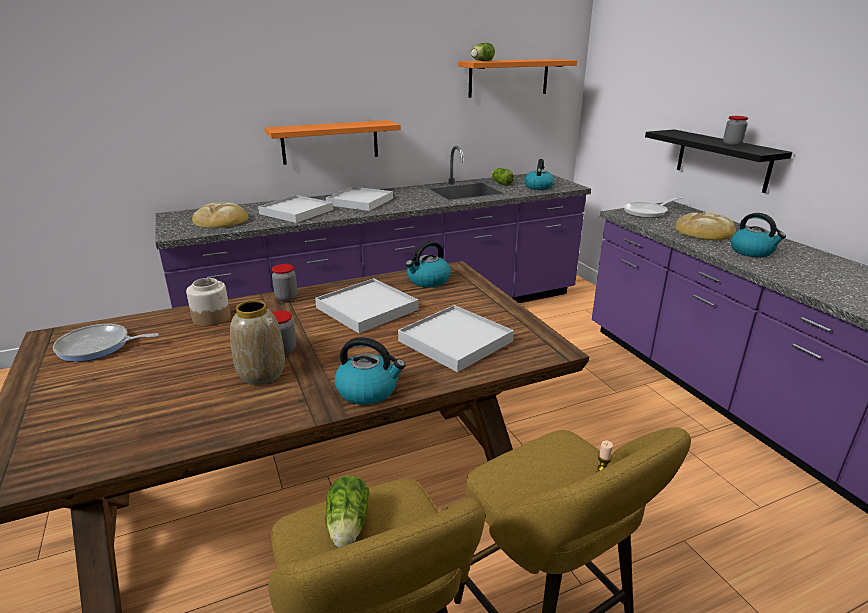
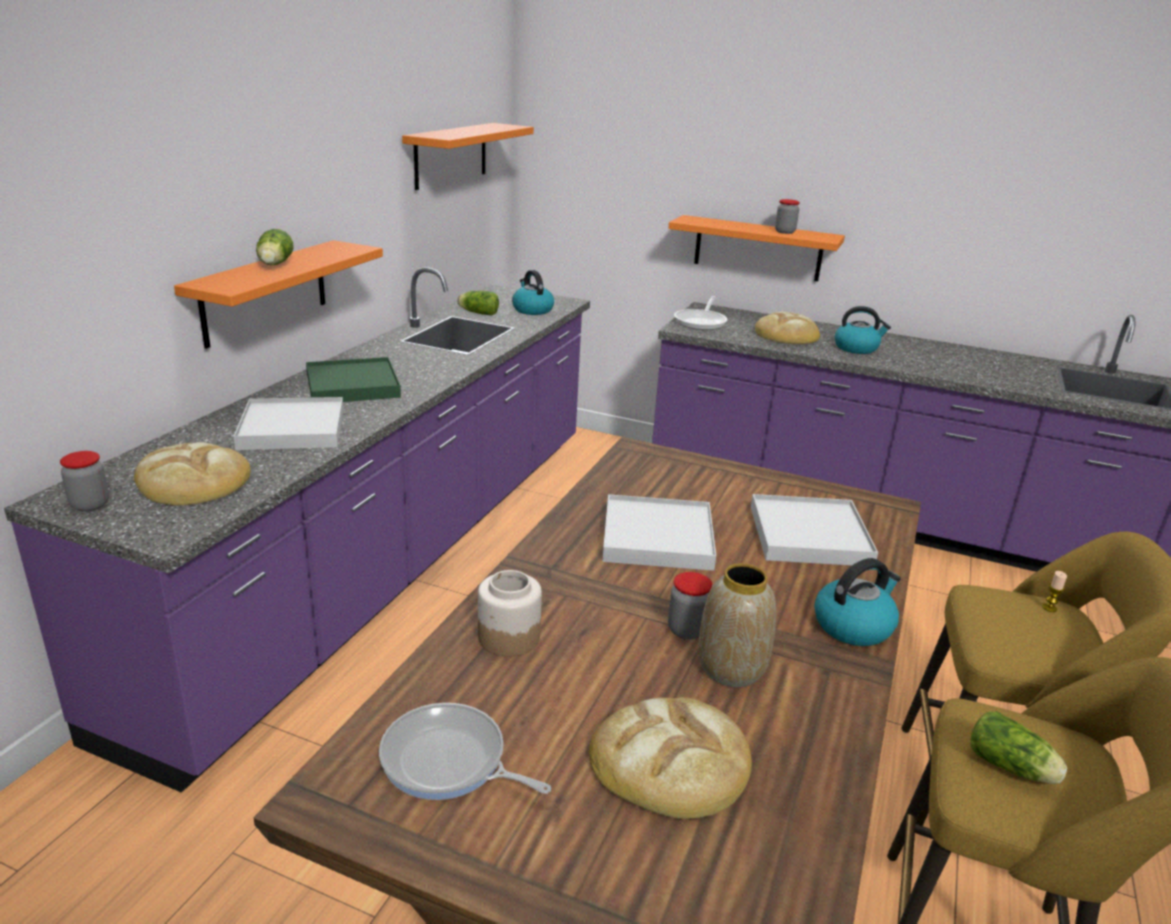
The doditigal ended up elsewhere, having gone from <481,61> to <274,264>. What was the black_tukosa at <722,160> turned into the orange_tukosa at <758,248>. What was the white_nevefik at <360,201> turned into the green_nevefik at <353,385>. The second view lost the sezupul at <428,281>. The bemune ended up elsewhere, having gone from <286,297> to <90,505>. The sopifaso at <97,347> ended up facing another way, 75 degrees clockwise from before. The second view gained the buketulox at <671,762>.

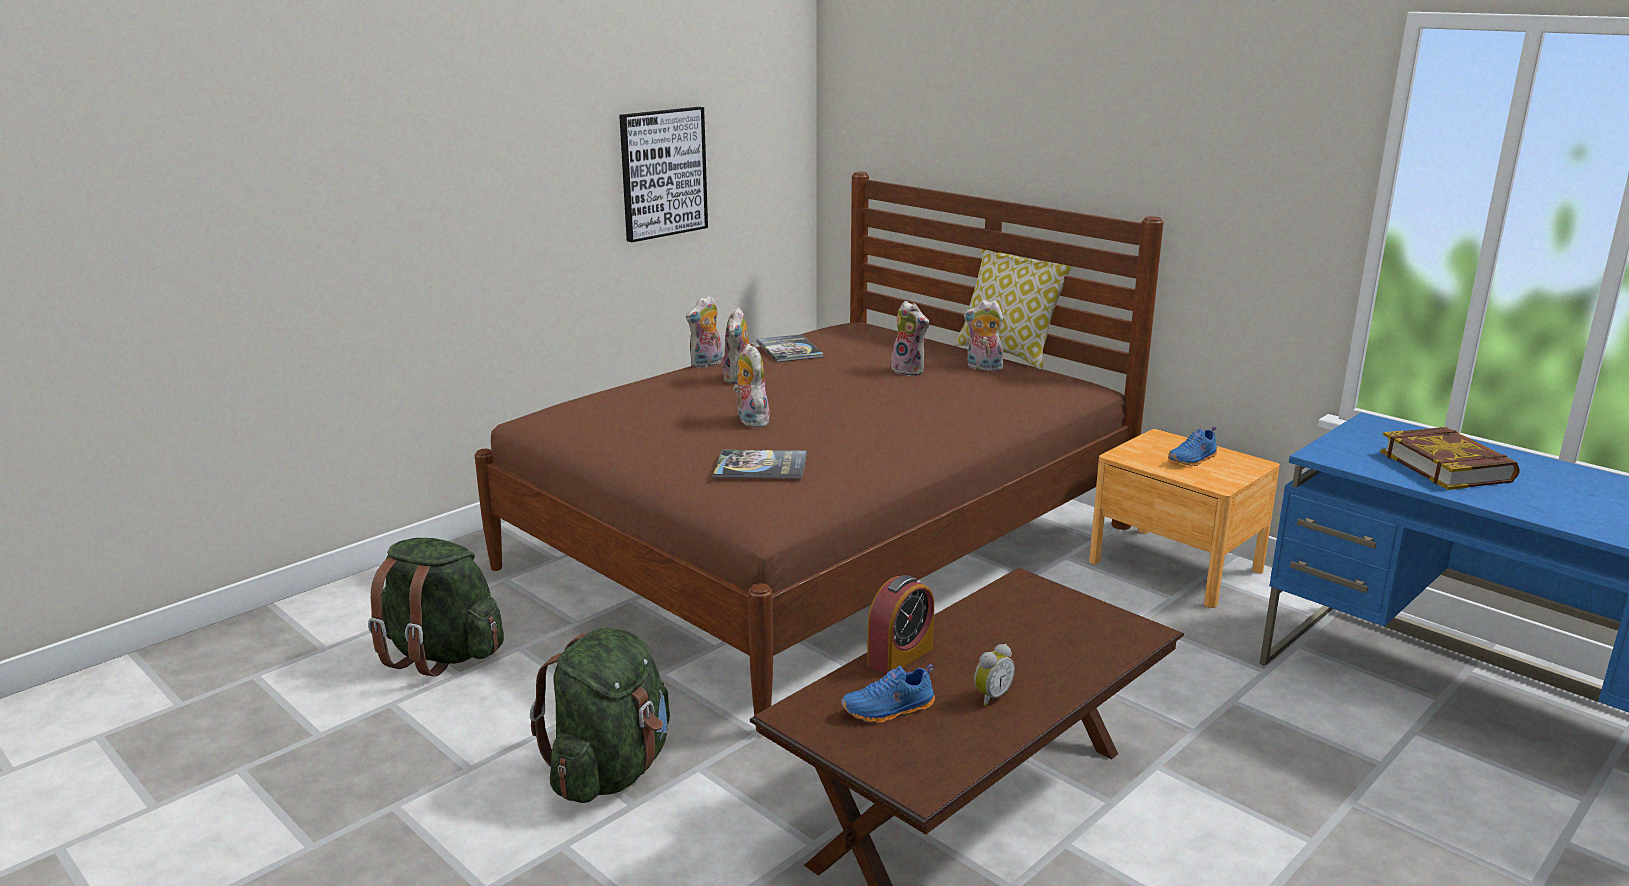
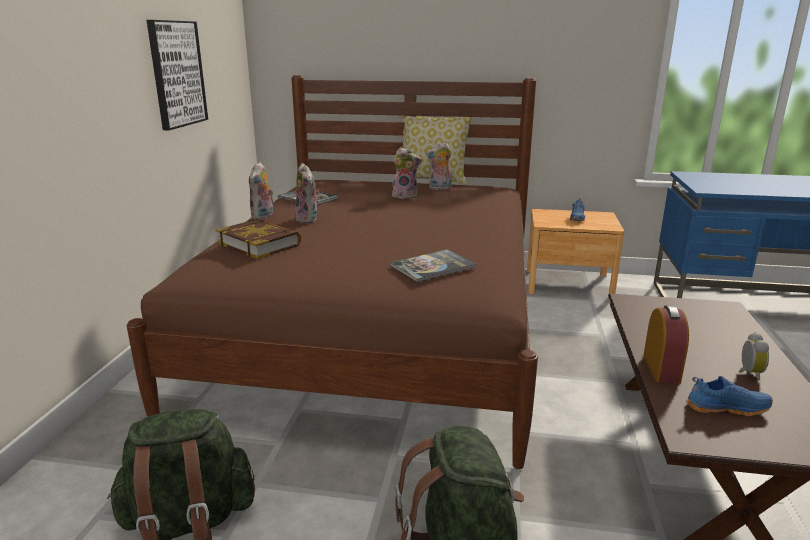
The second view lost the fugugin at <750,421>. The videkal ended up elsewhere, having gone from <1446,466> to <259,244>. The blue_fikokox at <889,710> ended up facing another way, 120 degrees counterclockwise from before.

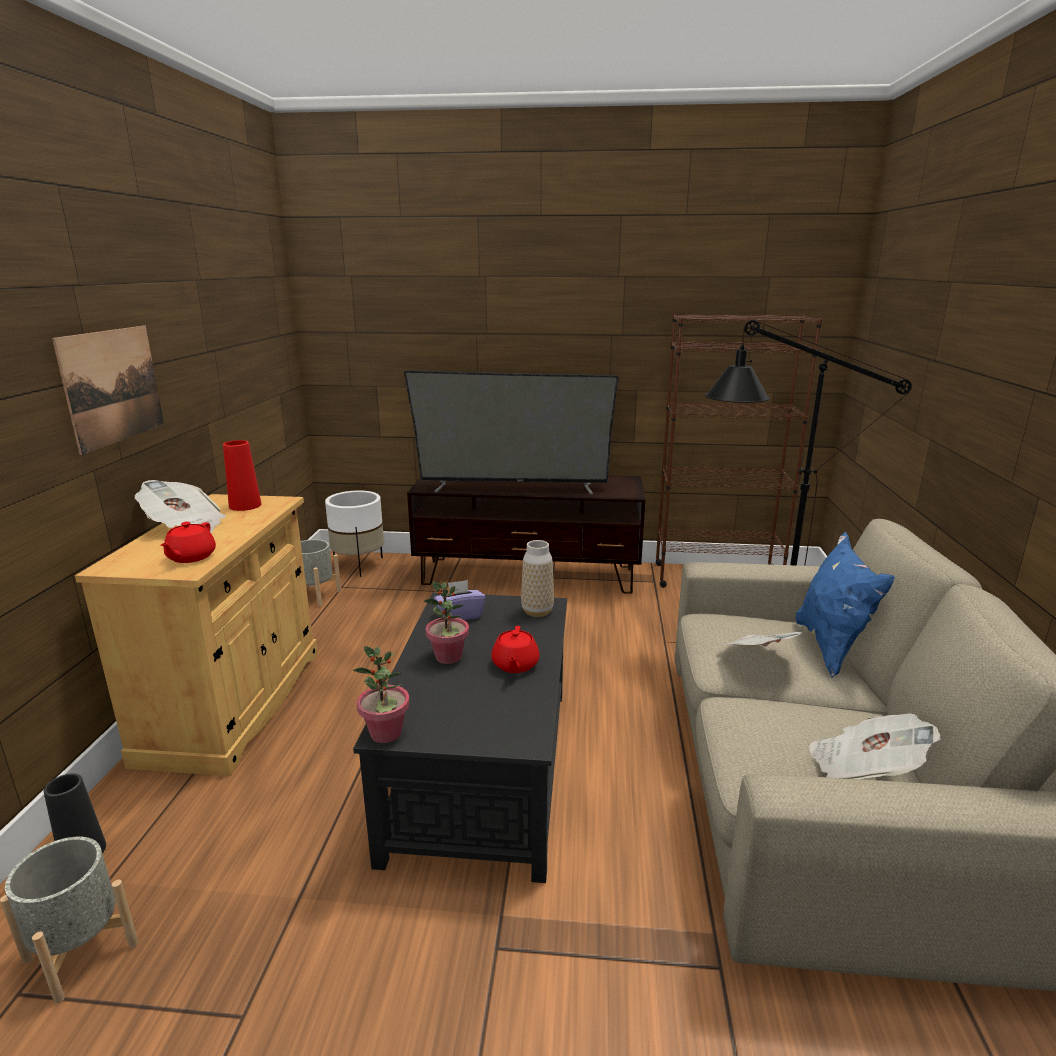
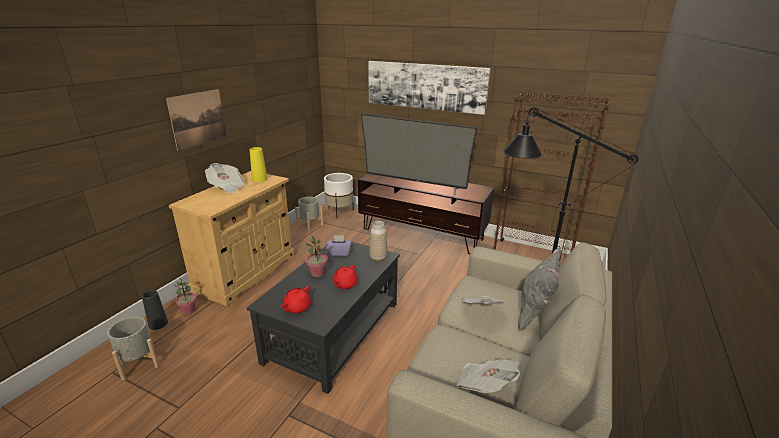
What was the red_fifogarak at <245,505> turned into the yellow_fifogarak at <259,179>. The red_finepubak ended up elsewhere, having gone from <190,557> to <297,307>. What was the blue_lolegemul at <830,647> turned into the grey_lolegemul at <535,313>. The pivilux ended up elsewhere, having gone from <386,733> to <188,310>. The second view gained the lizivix at <425,86>.

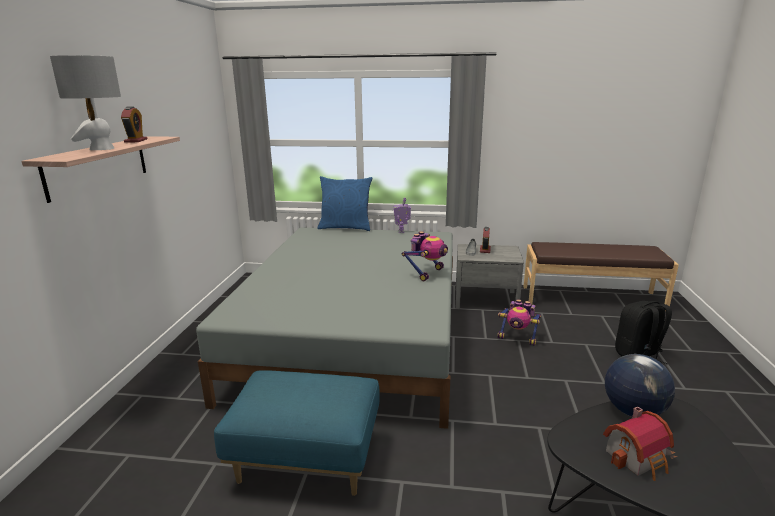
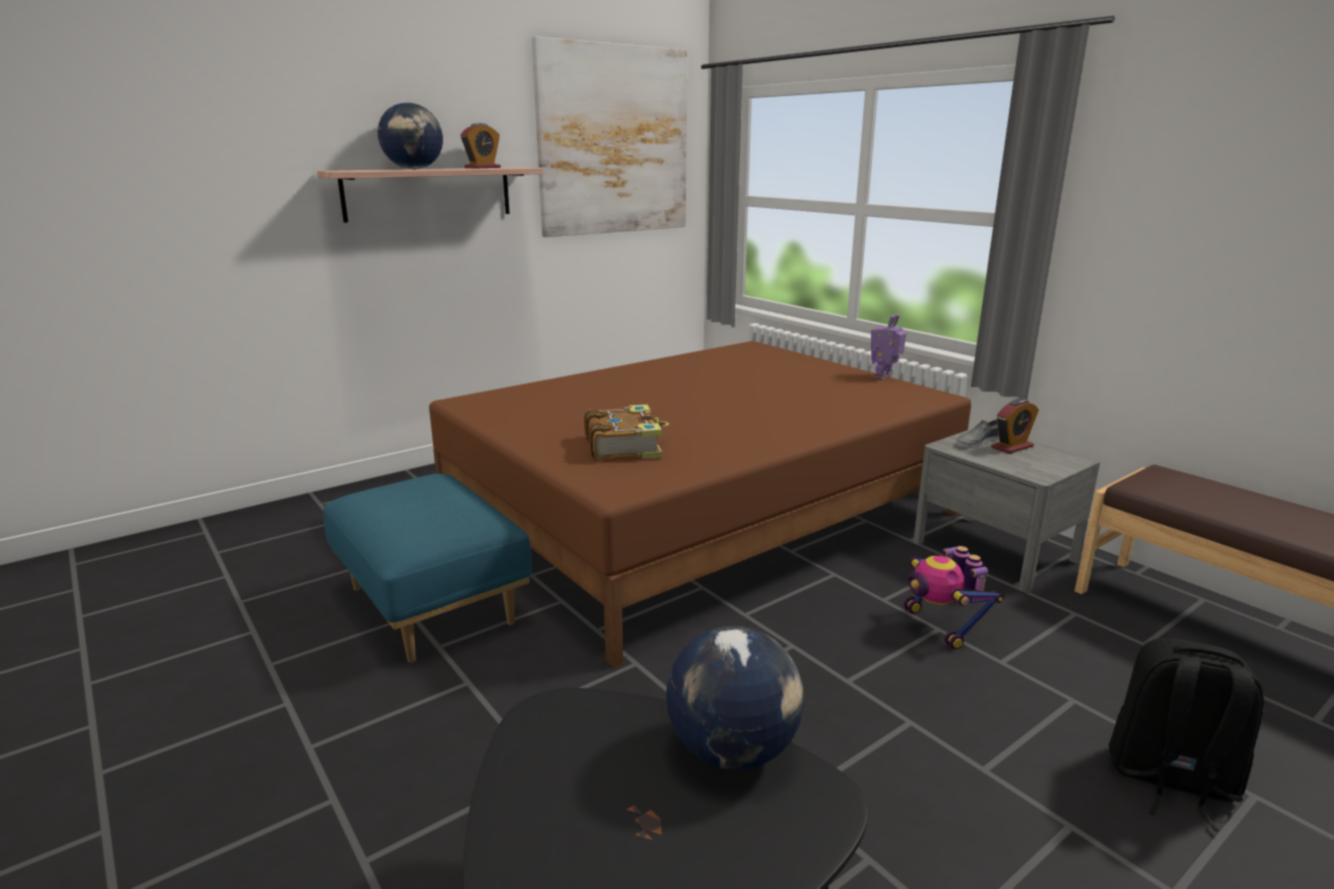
Where the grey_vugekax stood at <102,149>, the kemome came to stand at <414,169>. The second view lost the blue_lolegemul at <345,227>. What was the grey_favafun at <355,335> turned into the brown_favafun at <701,514>. The second view lost the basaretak at <427,273>. The second view lost the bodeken at <638,458>. The second view gained the lizivix at <614,141>. The second view gained the videkal at <624,445>.

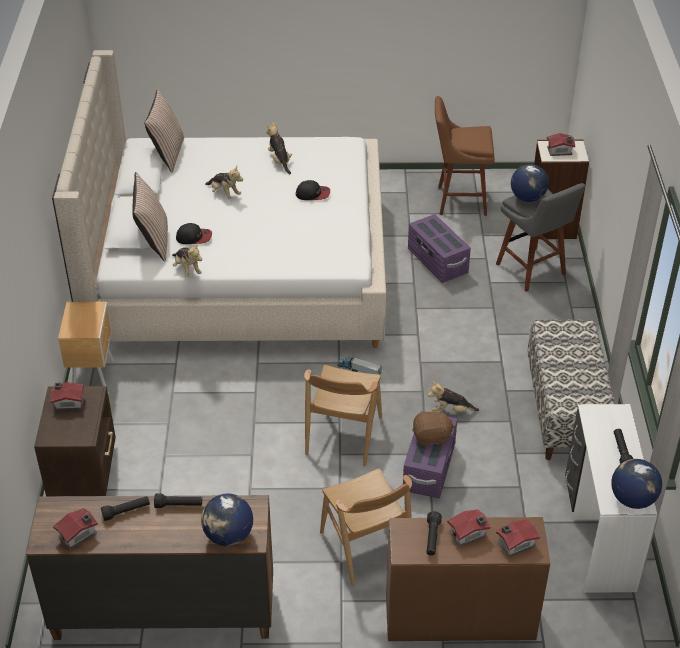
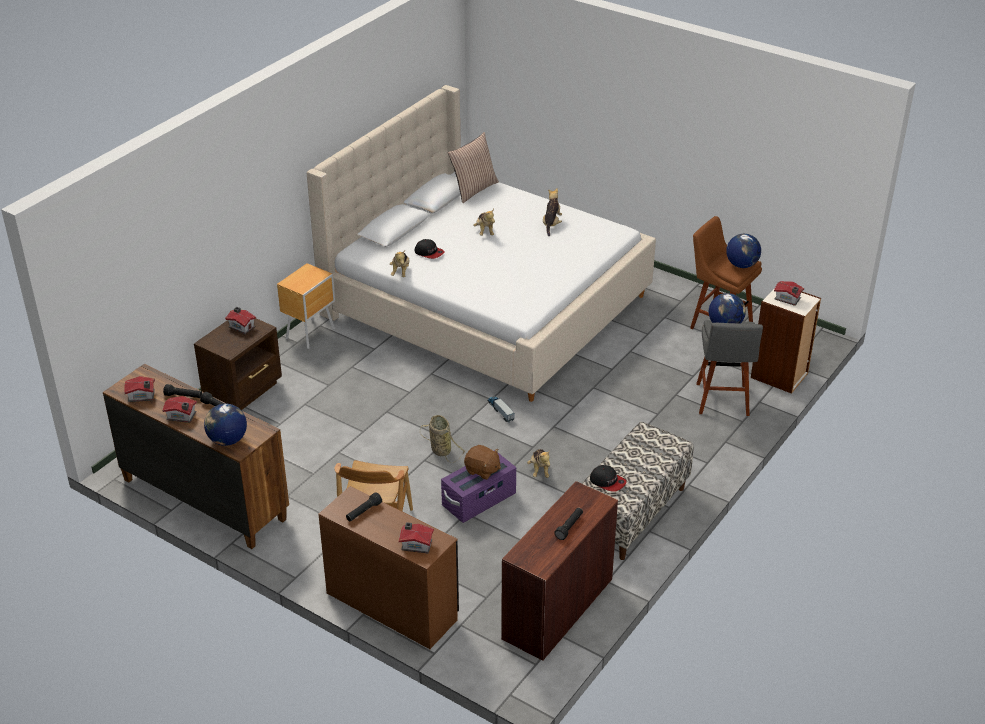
The second view lost the lolegemul at <153,241>. The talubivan ended up elsewhere, having gone from <313,194> to <607,482>. The second view lost the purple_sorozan at <437,262>. Where the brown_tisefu stood at <343,436>, the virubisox came to stand at <440,449>. The fugugin at <451,411> ended up facing another way, 135 degrees counterclockwise from before. What was the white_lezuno at <597,535> turned into the brown_lezuno at <556,608>. The kemome ended up elsewhere, having gone from <632,499> to <741,265>. The bodeken ended up elsewhere, having gone from <469,534> to <182,416>.

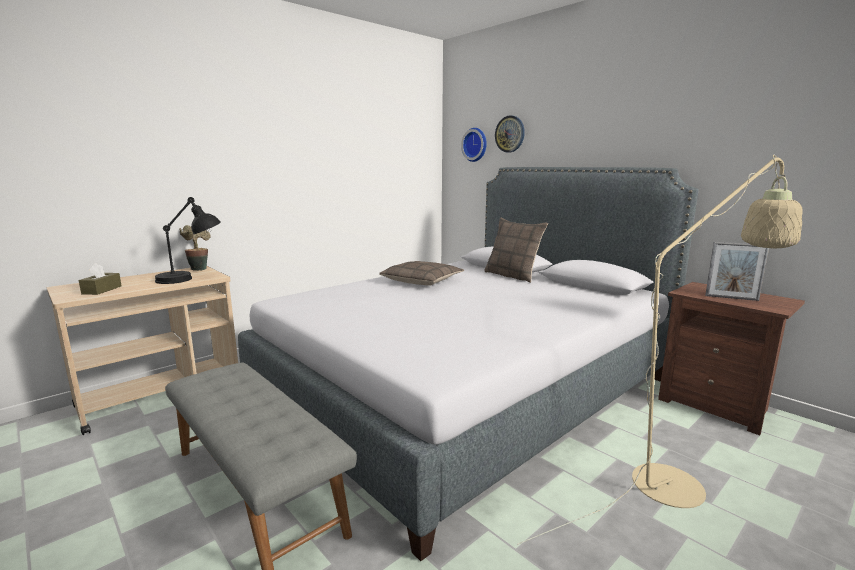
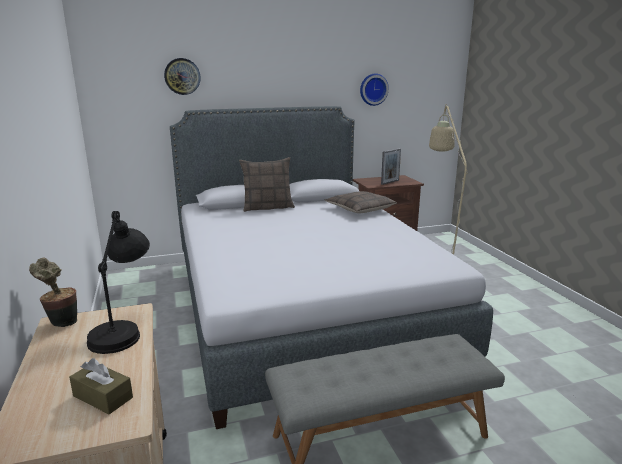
The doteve ended up elsewhere, having gone from <476,144> to <373,89>. The lolegemul ended up elsewhere, having gone from <422,281> to <359,209>.

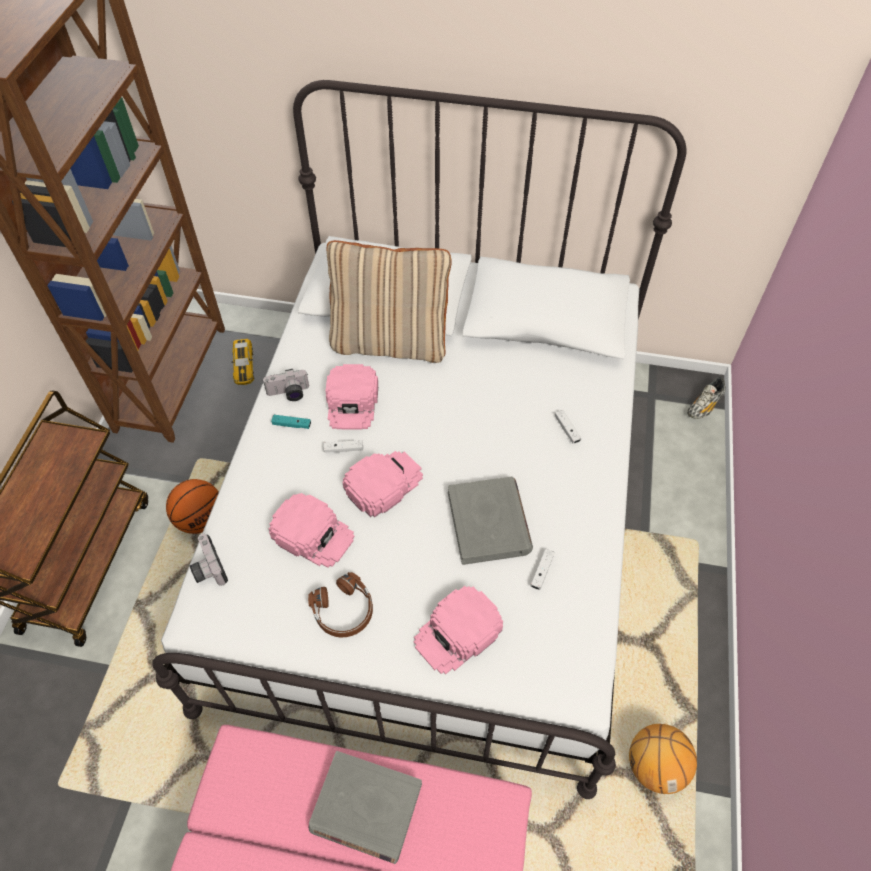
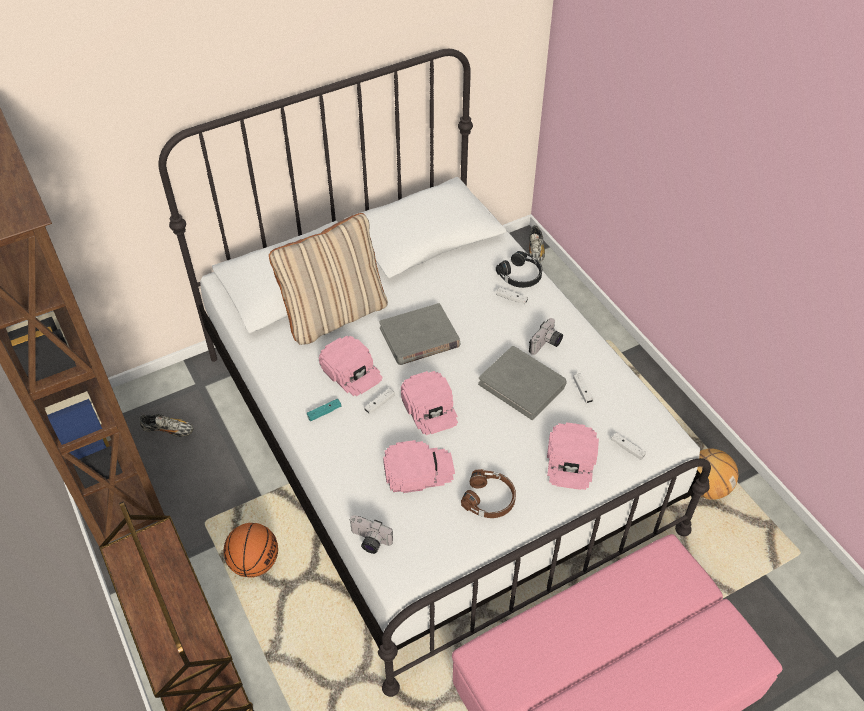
Where the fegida stood at <244,366>, the fikokox came to stand at <168,430>. The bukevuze ended up elsewhere, having gone from <288,394> to <546,344>. The pink_talubivan at <383,483> ended up facing another way, 150 degrees clockwise from before. The grey_videkal ended up elsewhere, having gone from <366,807> to <419,338>. The second view gained the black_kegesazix at <521,275>. The second view gained the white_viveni at <627,449>.

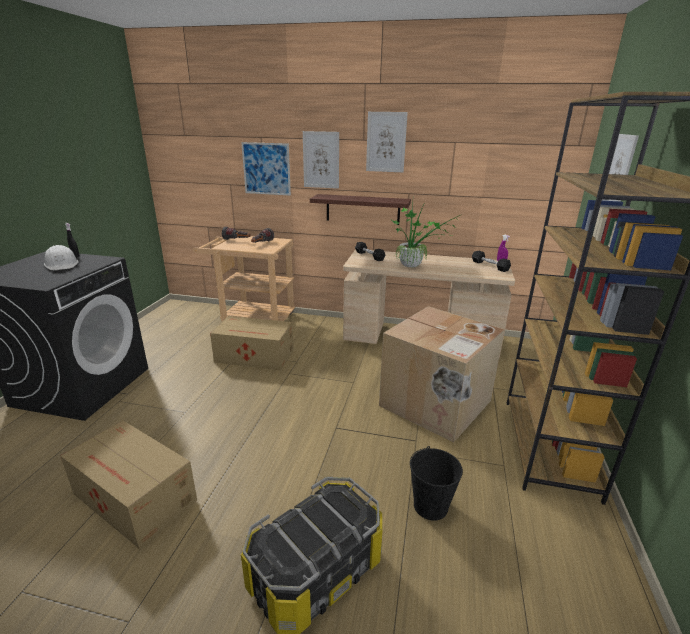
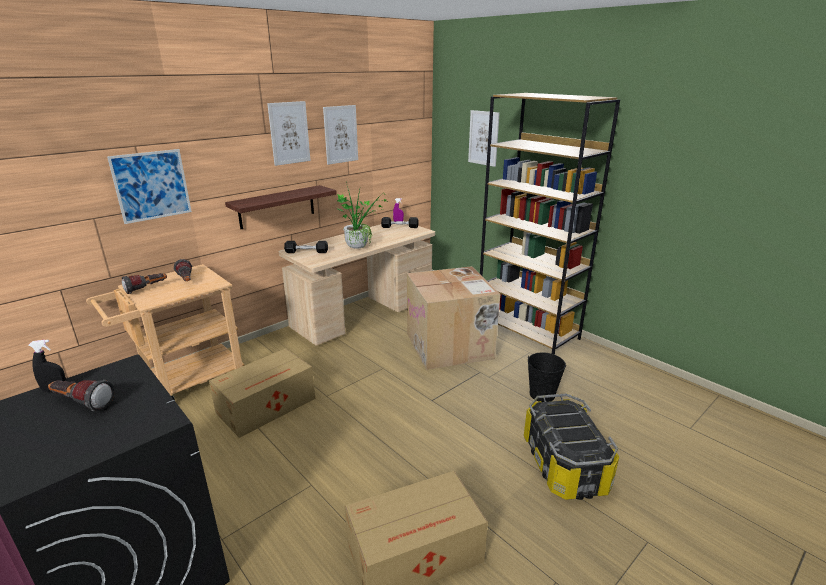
The lizivix ended up elsewhere, having gone from <321,160> to <340,134>. Where the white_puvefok stood at <62,264>, the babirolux came to stand at <81,403>.

